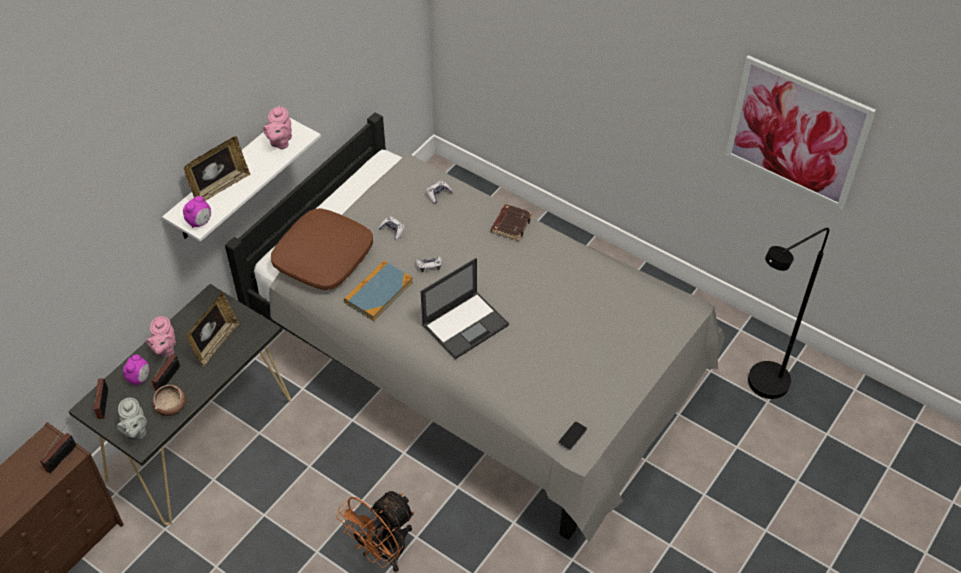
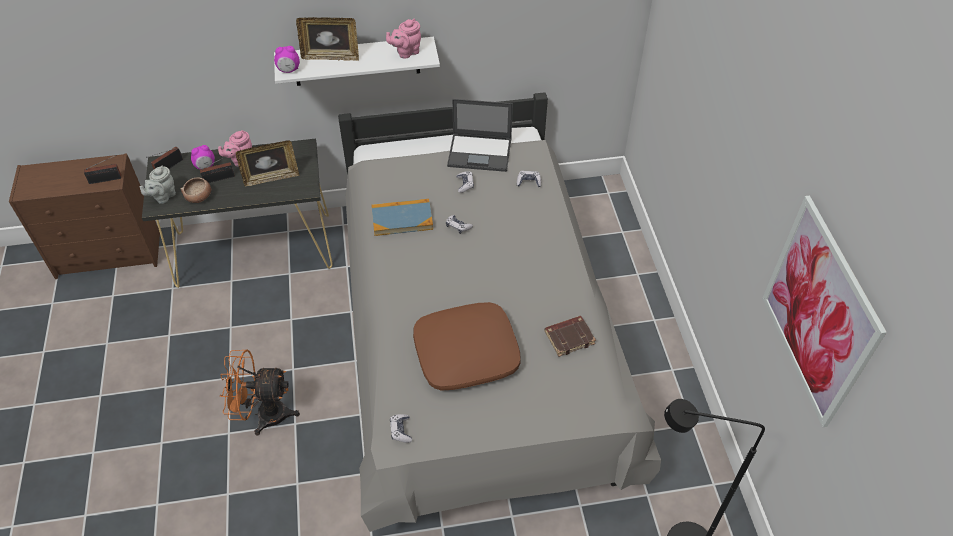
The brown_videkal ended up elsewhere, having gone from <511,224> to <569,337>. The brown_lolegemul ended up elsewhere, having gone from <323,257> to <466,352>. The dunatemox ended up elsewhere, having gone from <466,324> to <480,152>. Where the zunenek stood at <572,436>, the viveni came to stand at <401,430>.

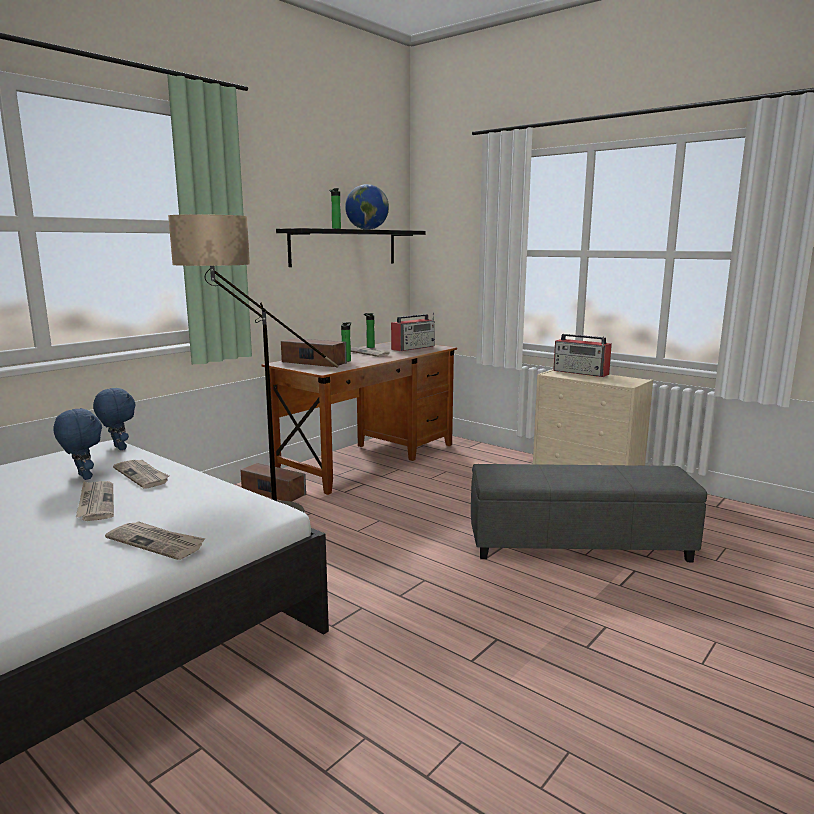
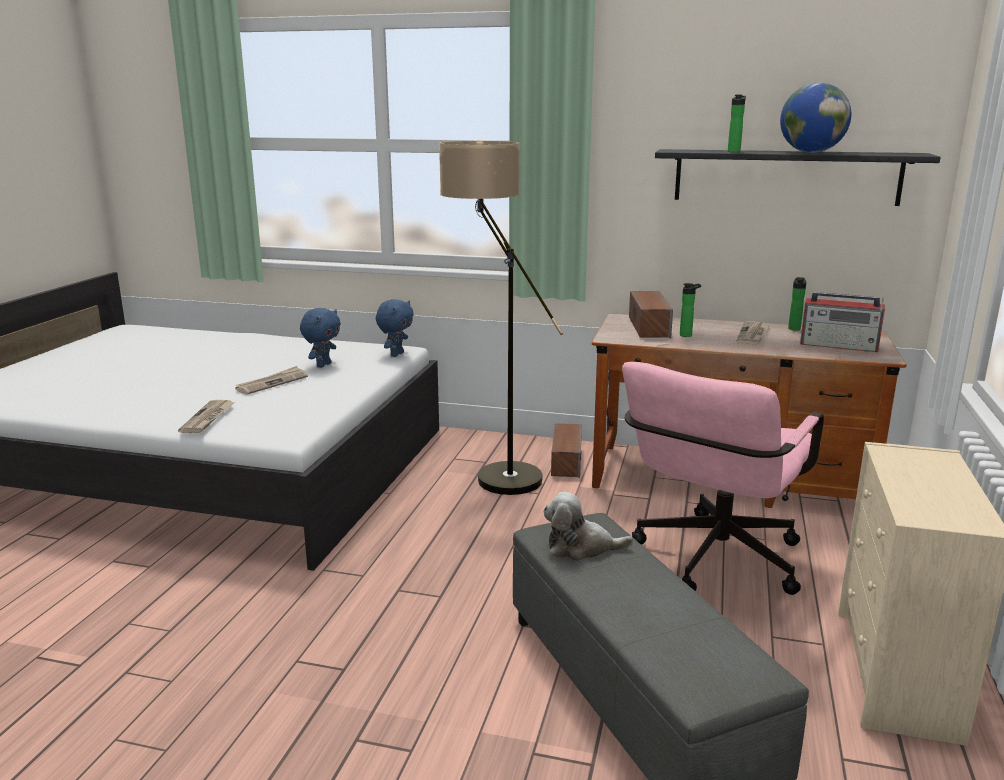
The second view lost the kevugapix at <581,372>. The second view lost the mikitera at <142,475>. The second view gained the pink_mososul at <712,563>. The second view gained the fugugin at <581,548>.

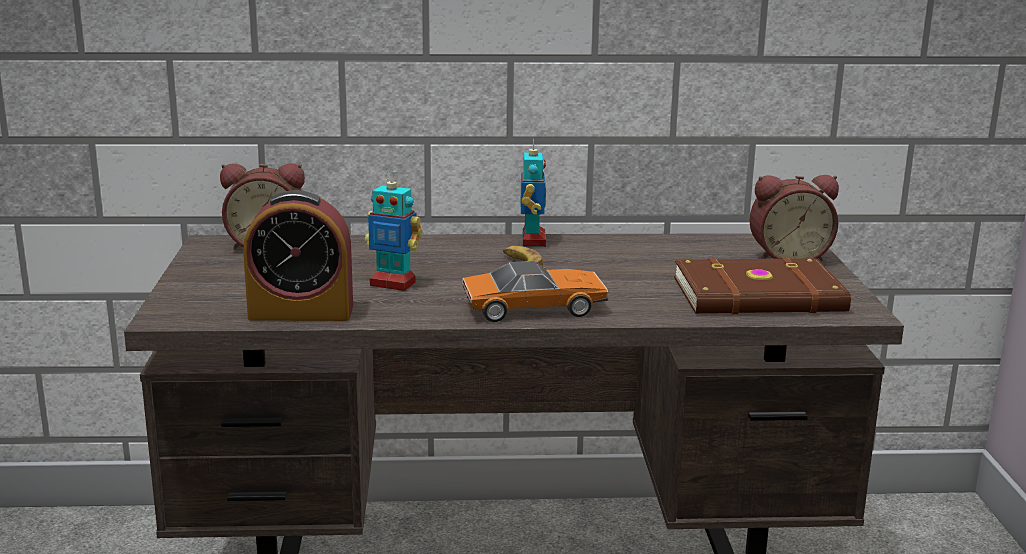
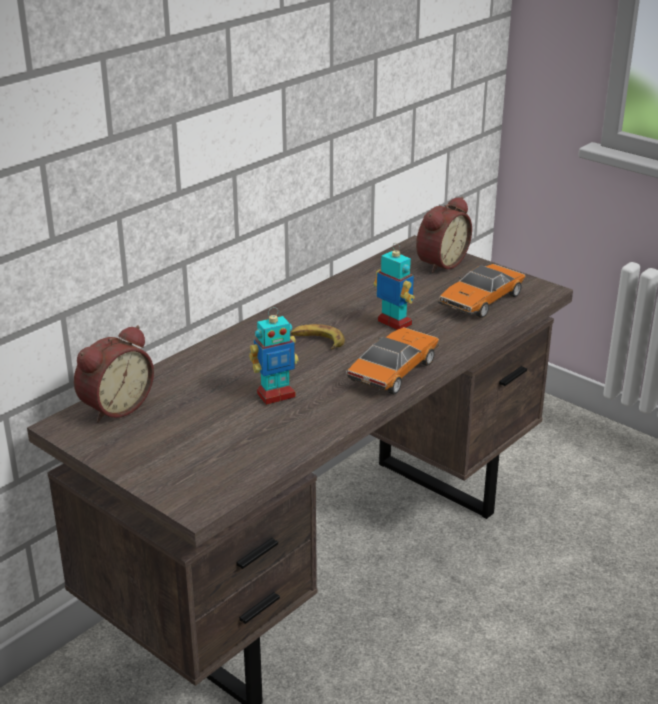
The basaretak ended up elsewhere, having gone from <532,241> to <394,323>. The second view lost the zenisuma at <301,312>. Where the brown_videkal stood at <760,296>, the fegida came to stand at <481,301>.

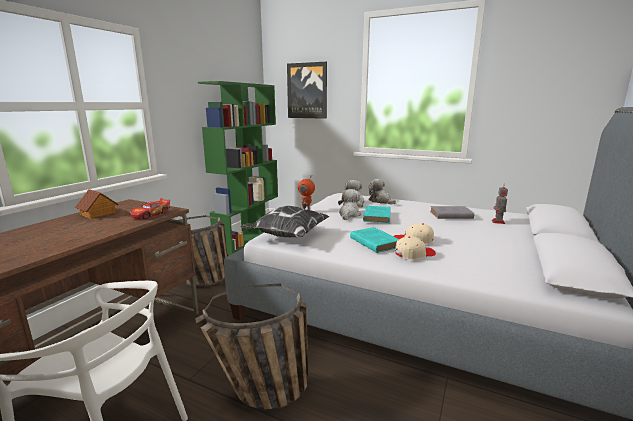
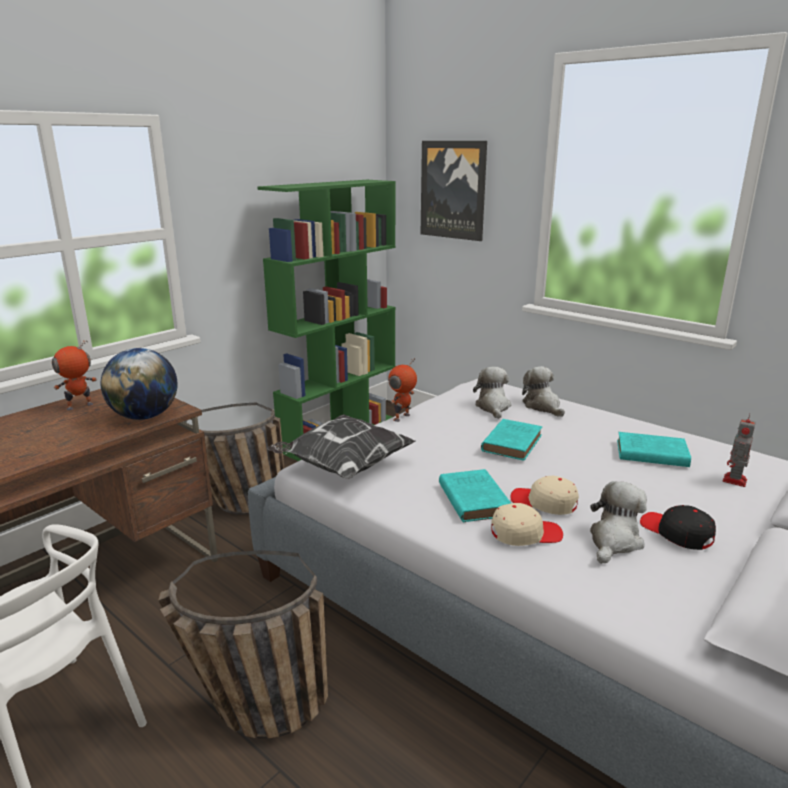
Where the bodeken stood at <98,214>, the basaretak came to stand at <80,407>. The fugugin ended up elsewhere, having gone from <349,215> to <614,541>. Where the fegida stood at <151,214>, the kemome came to stand at <145,416>. What was the grey_videkal at <450,215> turned into the turquoise_videkal at <649,453>. The second view gained the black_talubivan at <676,533>.

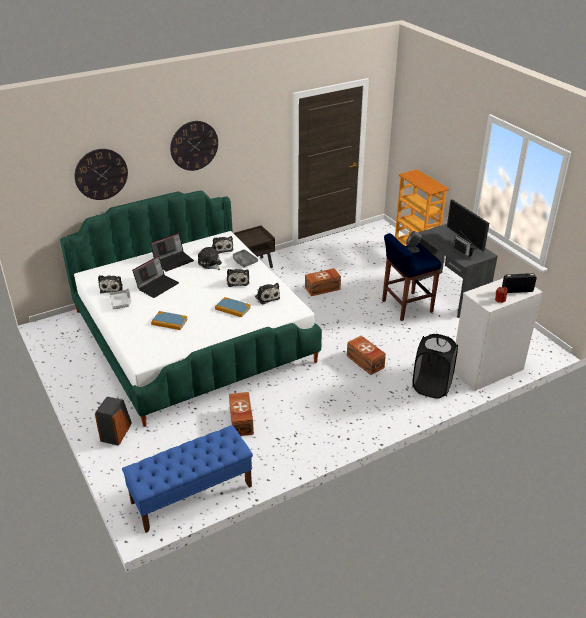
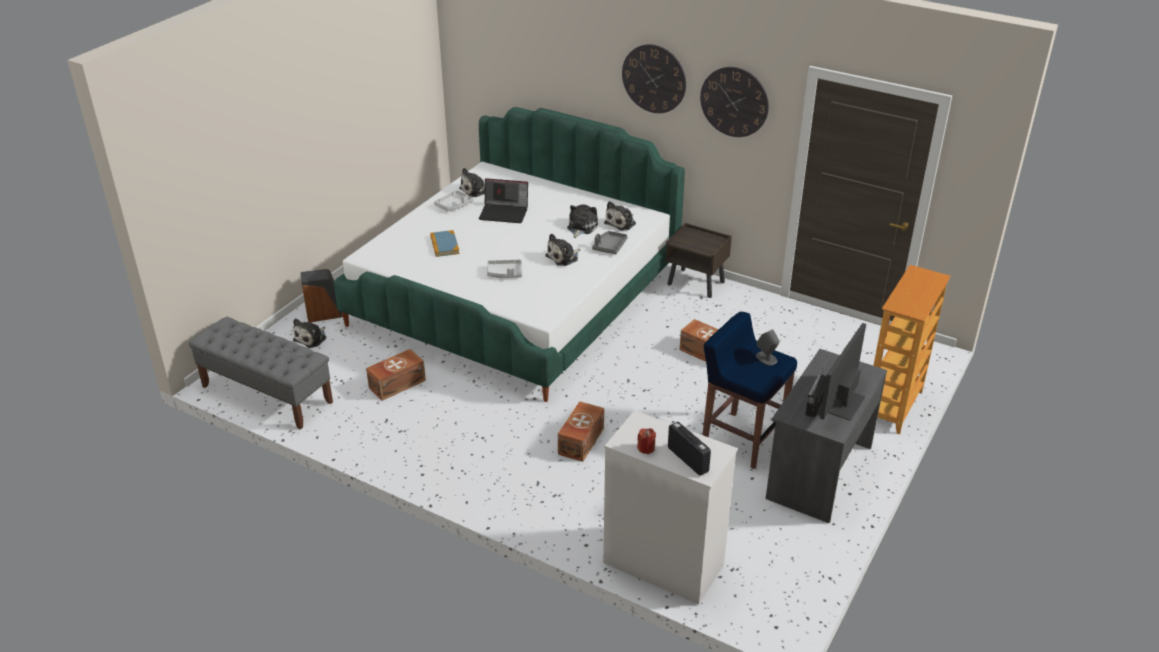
The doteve ended up elsewhere, having gone from <101,174> to <734,102>. The second view lost the dunatemox at <173,260>. The fugugin ended up elsewhere, having gone from <266,297> to <311,338>. Where the videkal stood at <232,308>, the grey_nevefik came to stand at <505,273>. The second view lost the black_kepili at <431,387>. What was the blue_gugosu at <191,494> turned into the grey_gugosu at <266,394>.

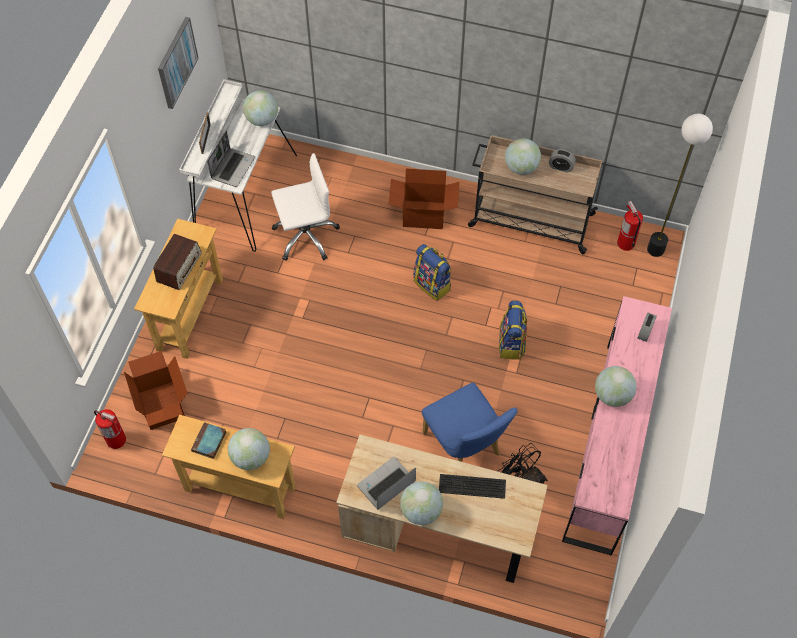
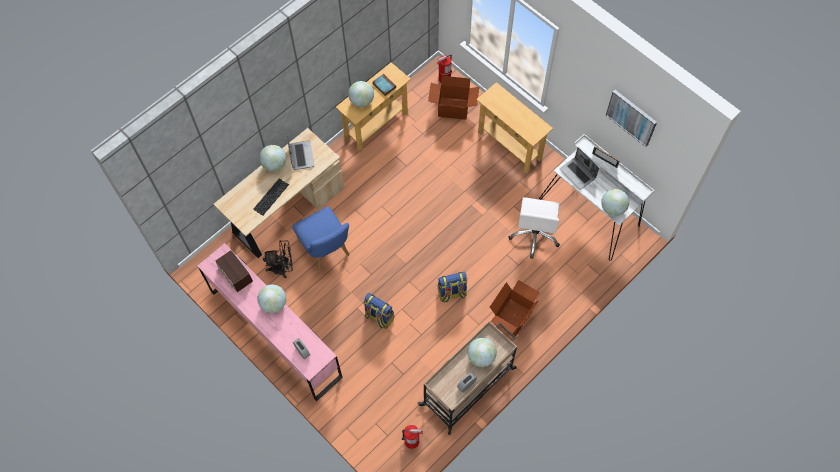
The second view lost the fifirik at <655,249>. The kevugapix ended up elsewhere, having gone from <179,267> to <235,274>. The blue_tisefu at <465,448> ended up facing another way, 120 degrees counterclockwise from before.

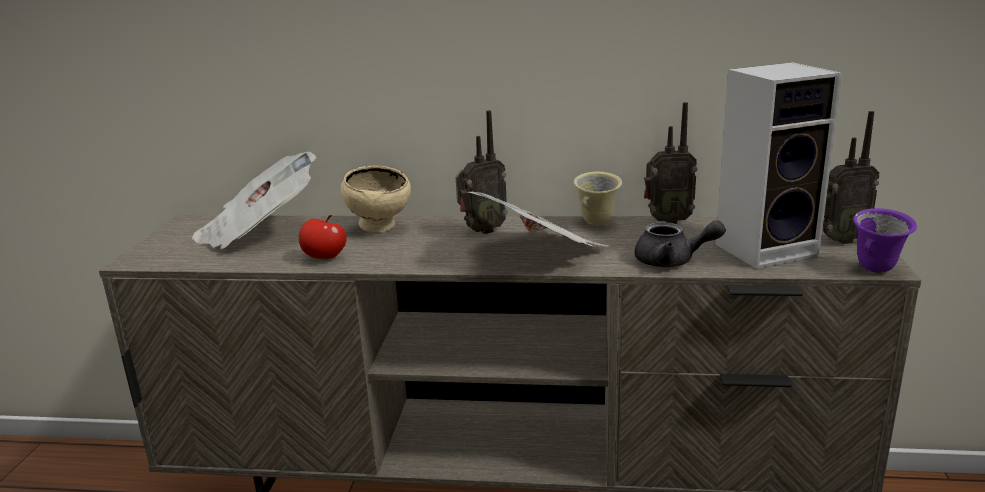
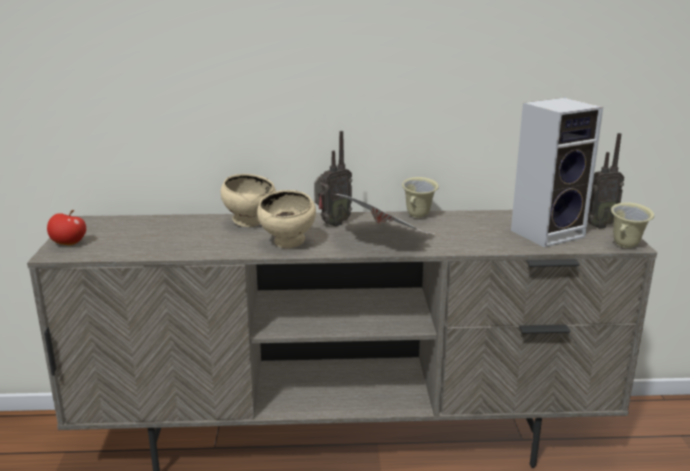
The second view lost the kevugapix at <666,221>. The second view lost the mikitera at <259,232>. What was the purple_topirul at <876,271> turned into the beige_topirul at <626,247>. The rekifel ended up elsewhere, having gone from <324,258> to <68,244>. The second view lost the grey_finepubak at <672,261>. The second view gained the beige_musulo at <289,244>.

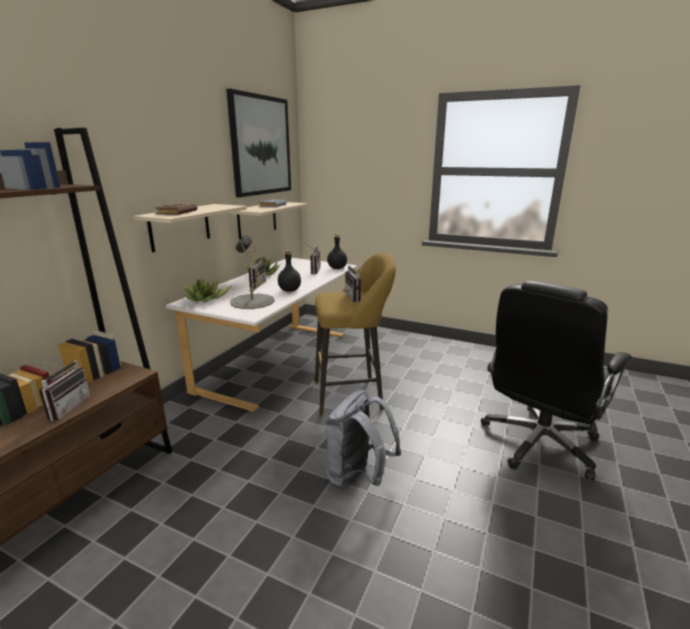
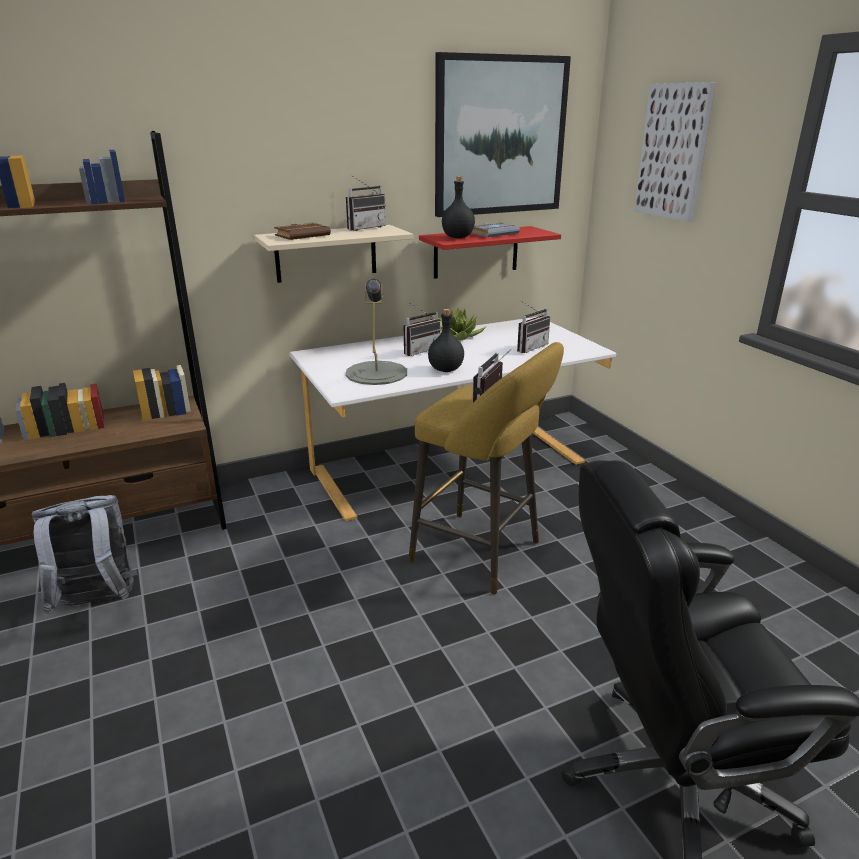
What was the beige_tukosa at <257,219> turned into the red_tukosa at <476,252>. The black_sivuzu ended up elsewhere, having gone from <337,268> to <458,237>. The second view lost the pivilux at <206,299>. The kevugapix ended up elsewhere, having gone from <65,407> to <364,228>. The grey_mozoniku ended up elsewhere, having gone from <358,477> to <97,603>. The second view gained the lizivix at <673,152>.

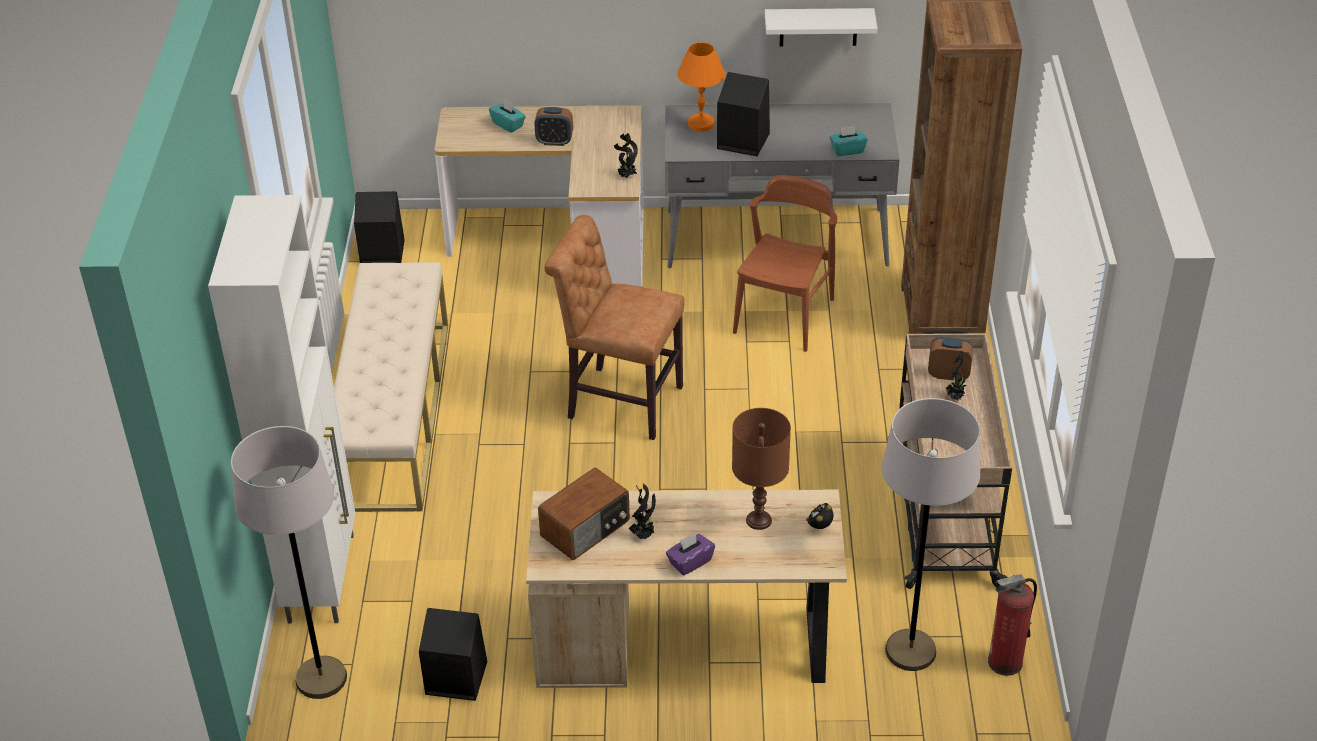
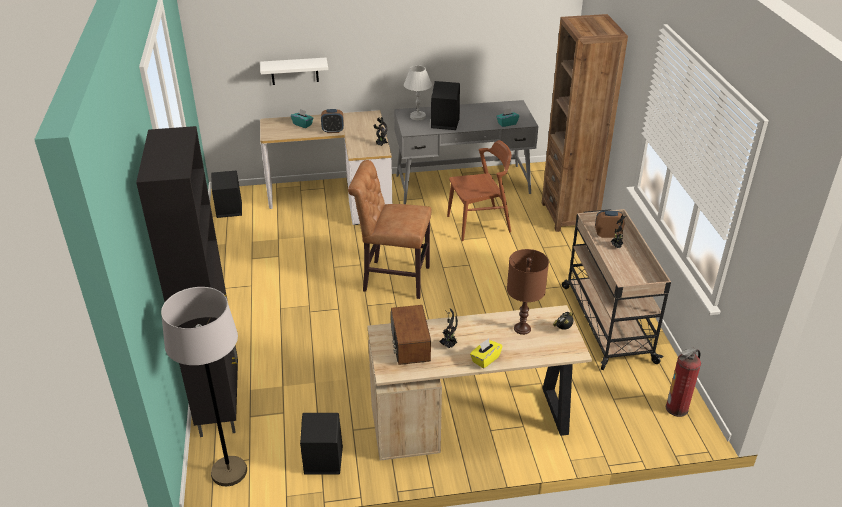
The white_tukosa ended up elsewhere, having gone from <818,27> to <294,71>. What was the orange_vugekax at <700,124> turned into the white_vugekax at <417,116>. The brown_tisefu at <784,315> ended up facing another way, 60 degrees clockwise from before. What was the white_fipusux at <322,576> turned into the black_fipusux at <220,403>. The second view lost the beige_gugosu at <393,413>. The second view lost the grey_fifirik at <910,651>. The kevugapix at <586,529> ended up facing another way, 135 degrees clockwise from before. What was the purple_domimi at <690,562> turned into the yellow_domimi at <485,359>.

